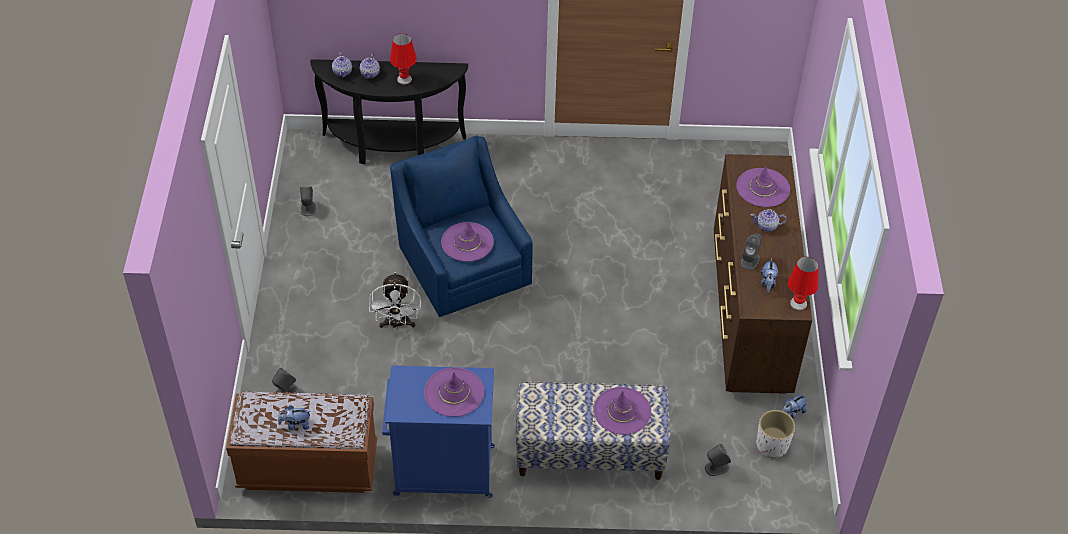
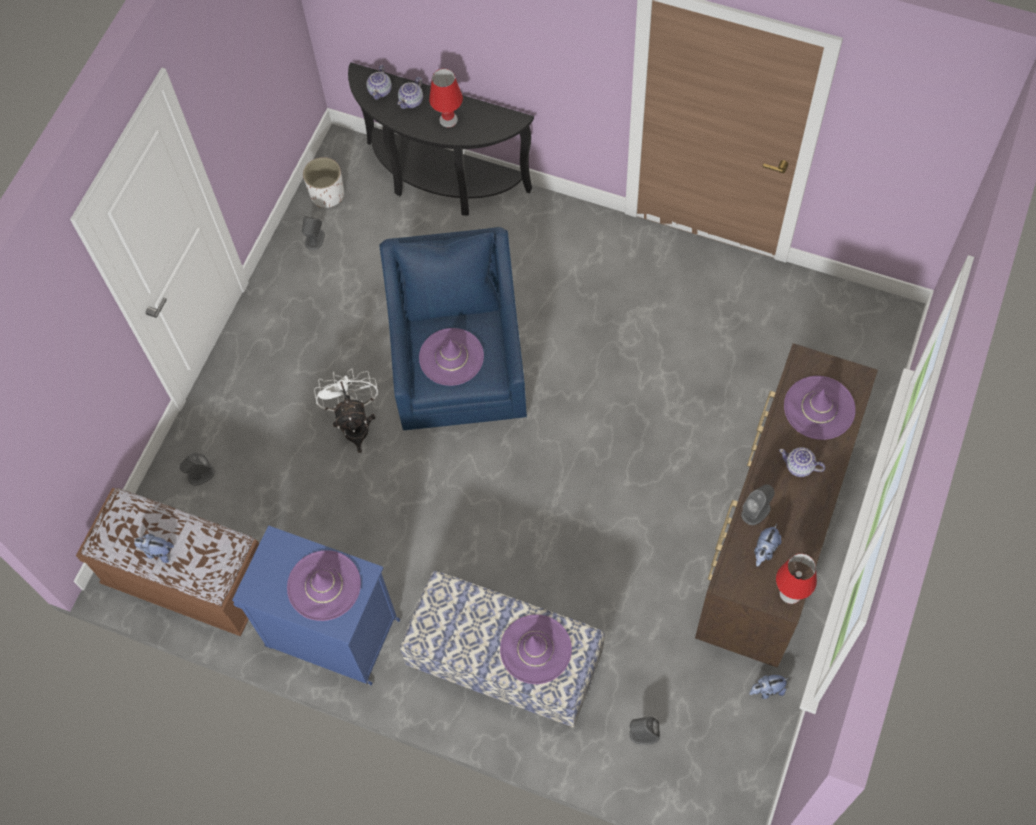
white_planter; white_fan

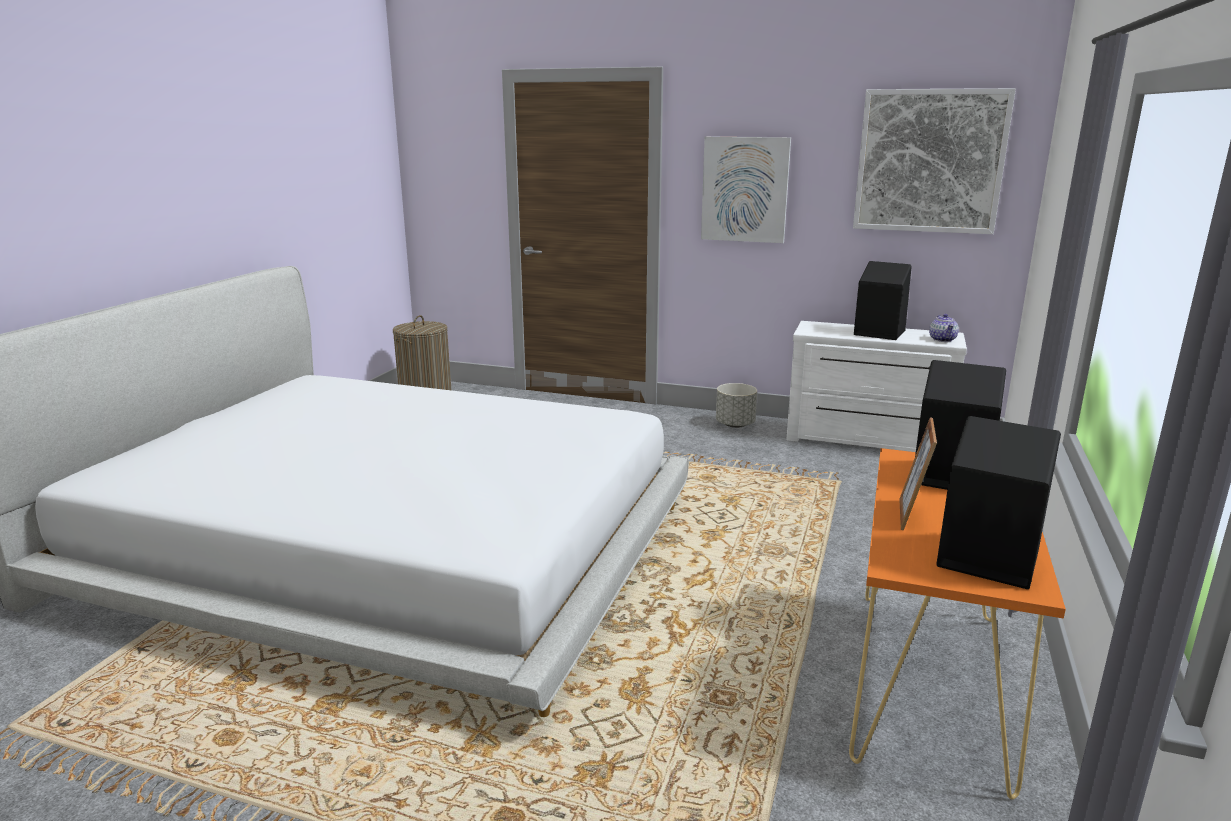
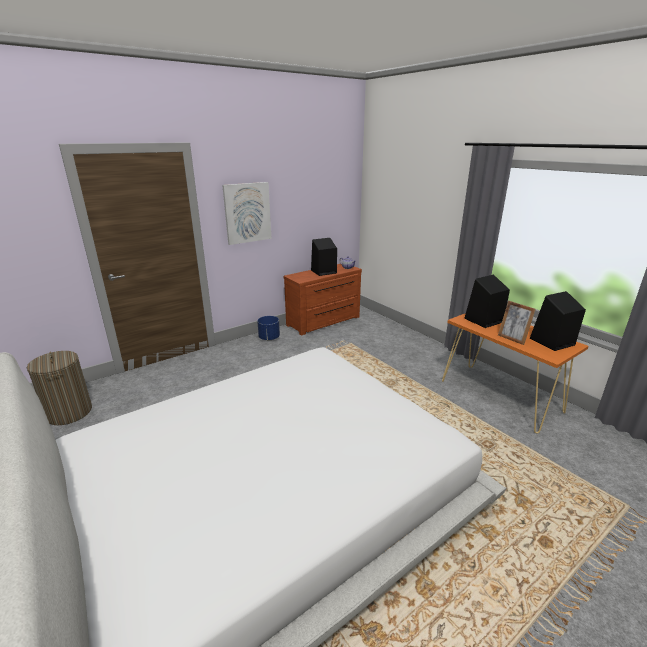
blue_planter; brown_dresser; picture (2nd from left in the first image)

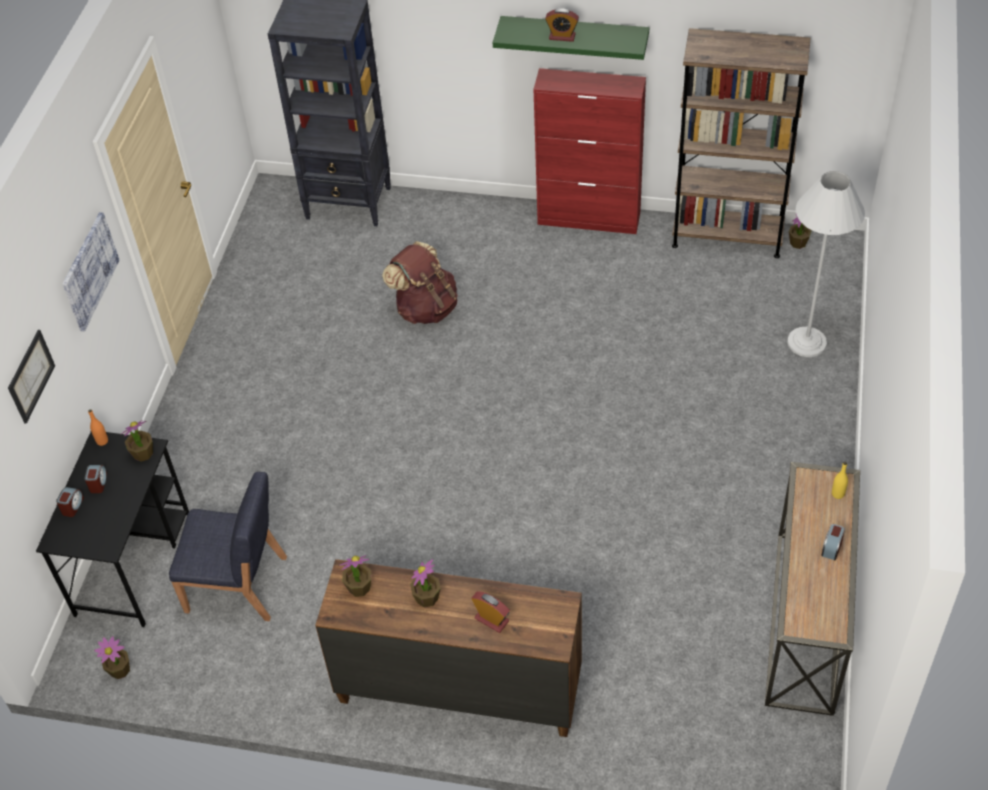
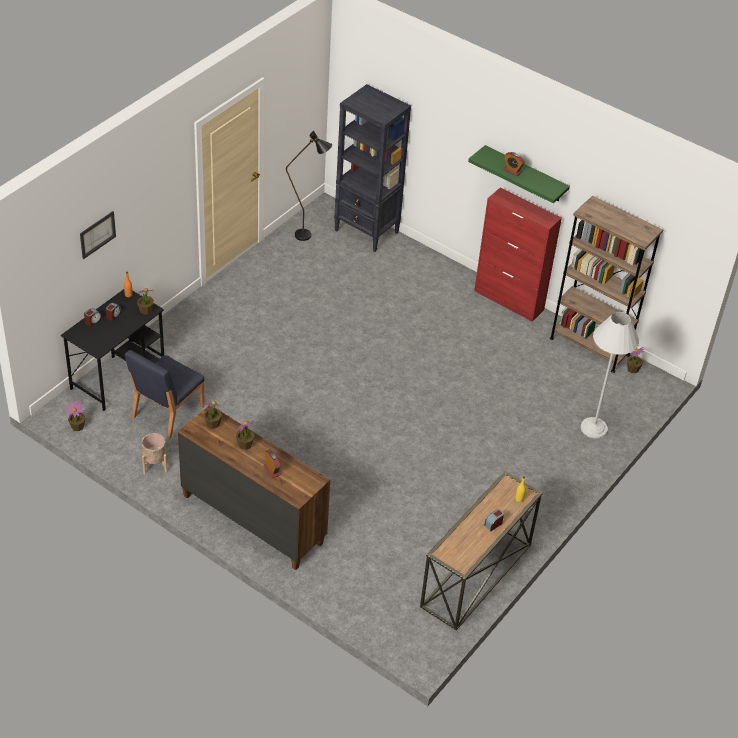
blue_chair; beige_planter; black_floor_lamp; picture (2nd from left in the first image); brown_backpack

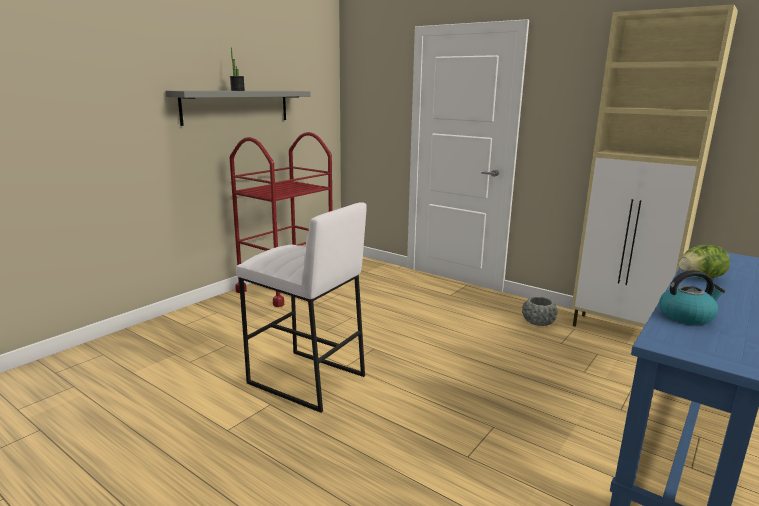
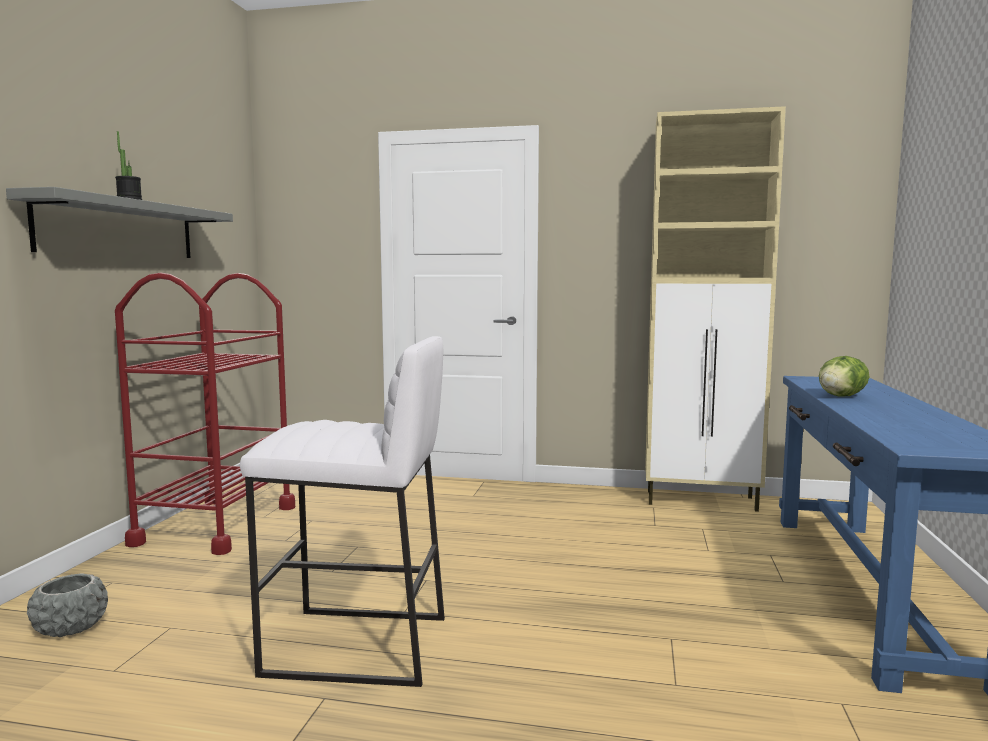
grey_planter; kettle

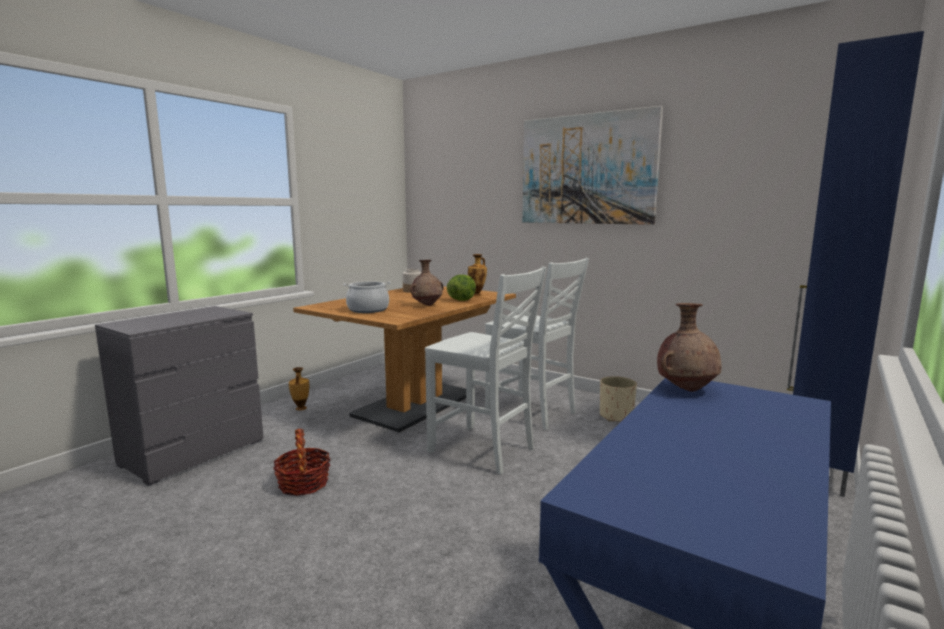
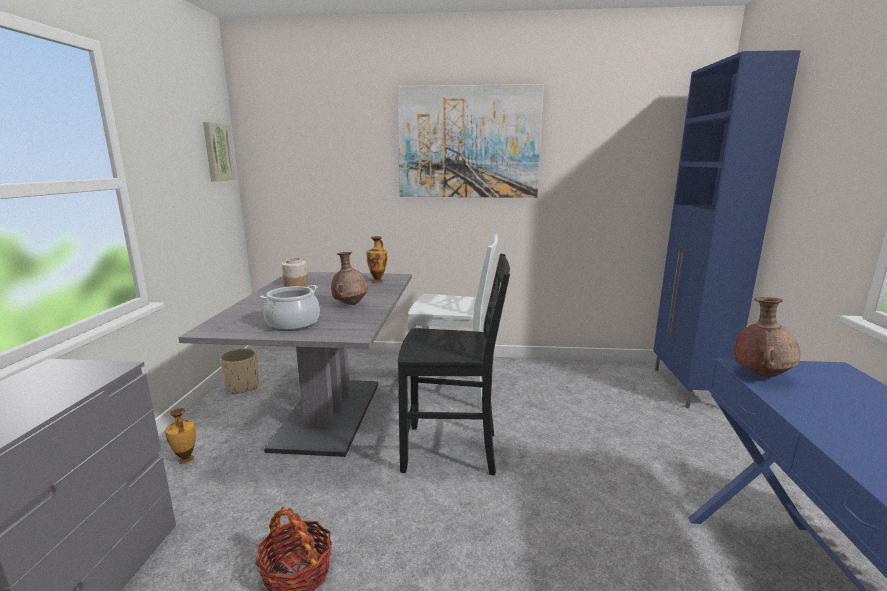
grey_dining_table; picture (1st from left); beige_planter; black_chair; lettuce

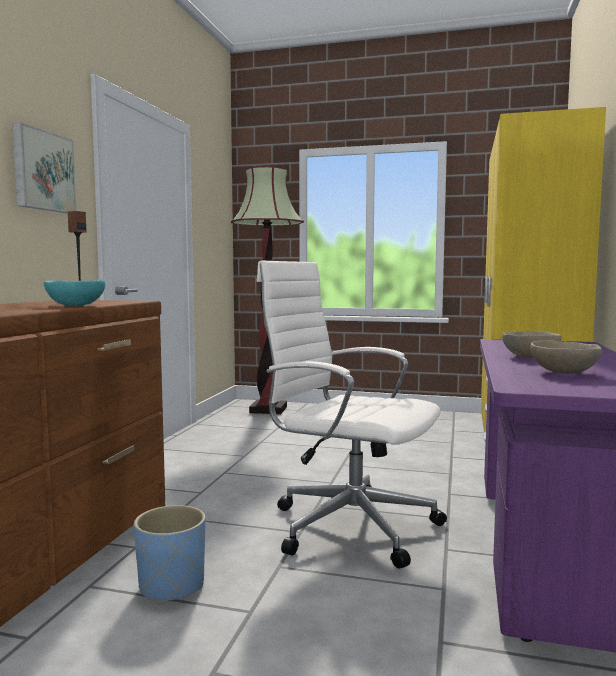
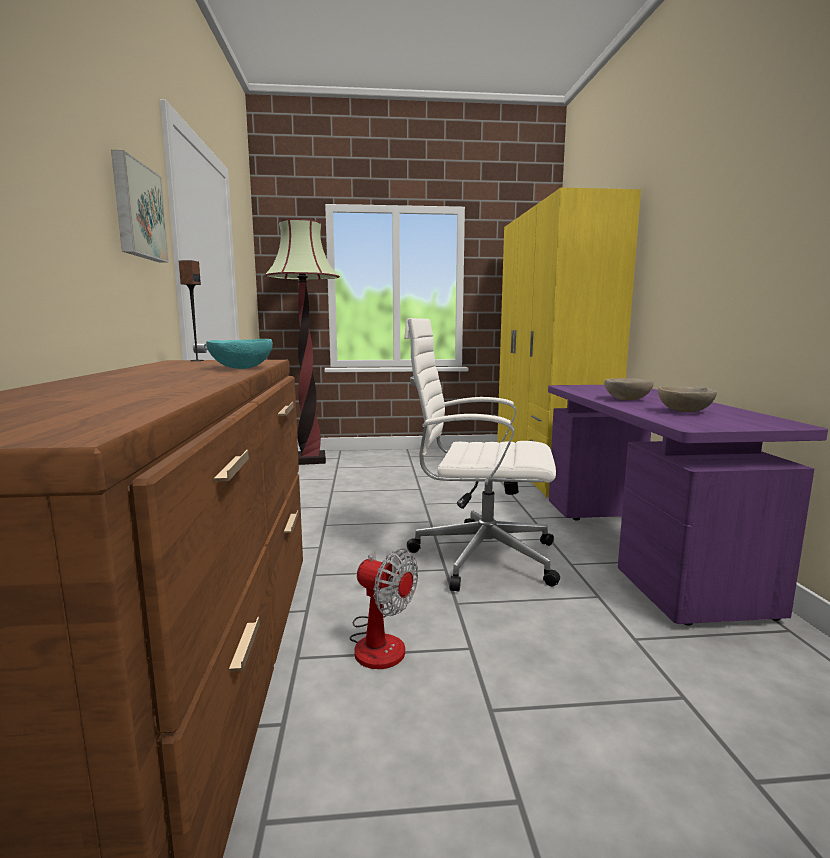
fan

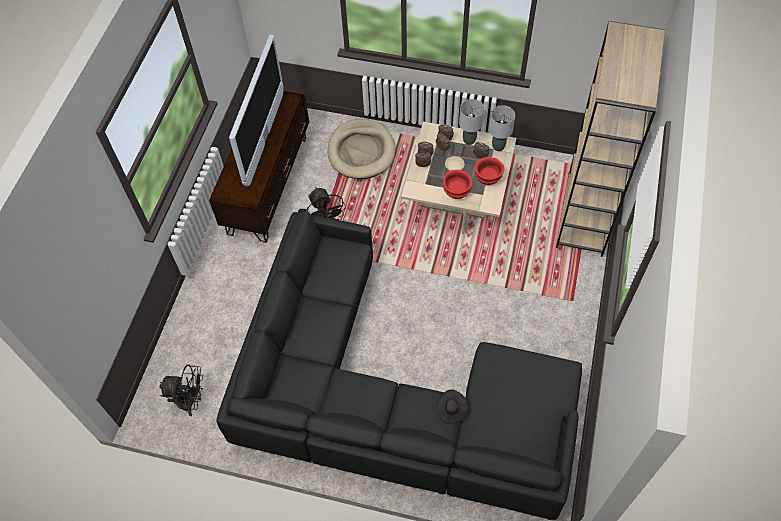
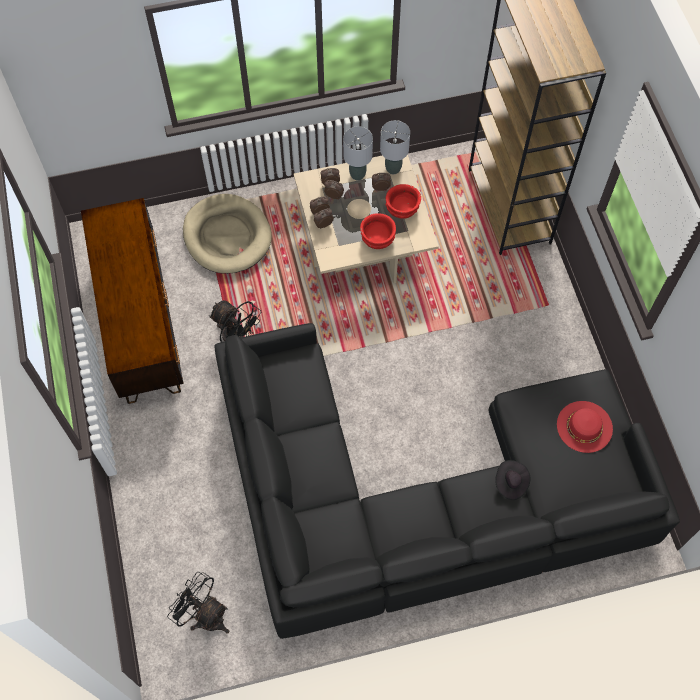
black_fan (1st from left); red_hat; television

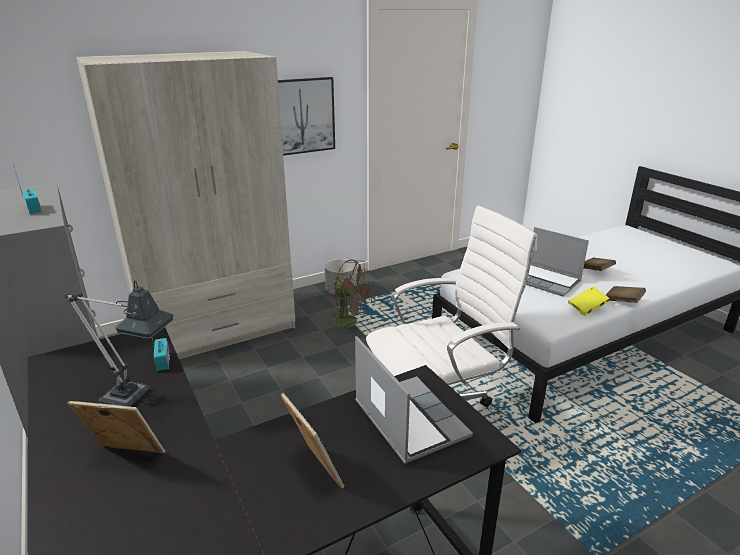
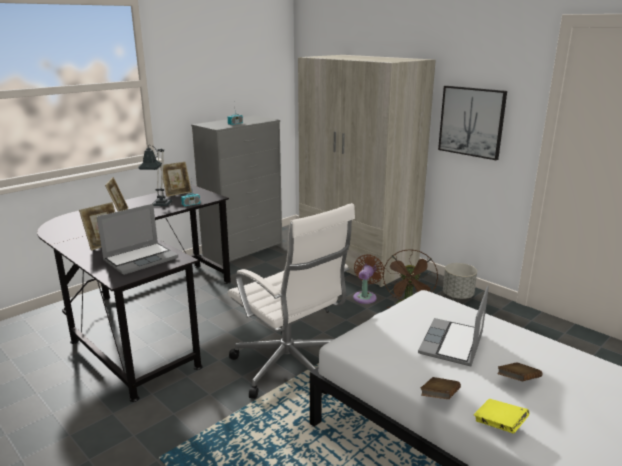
picture_frame (3rd from left); brown_fan (1st from left); yellow_book

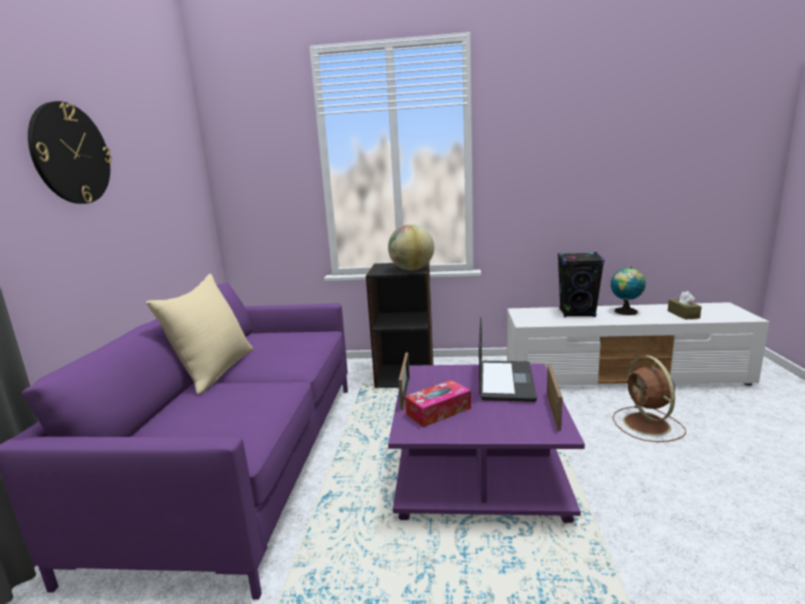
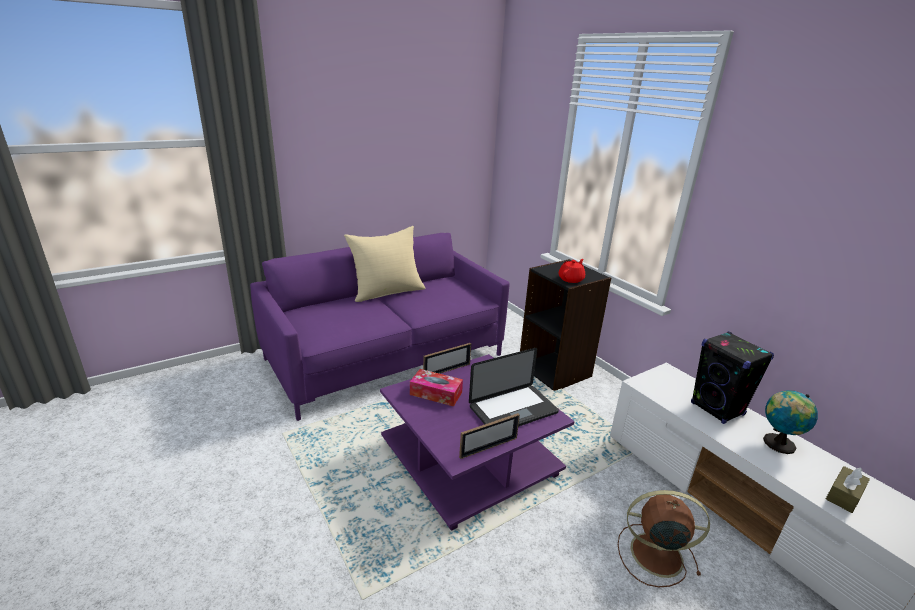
red_teapot; brown_fan; wall_clock

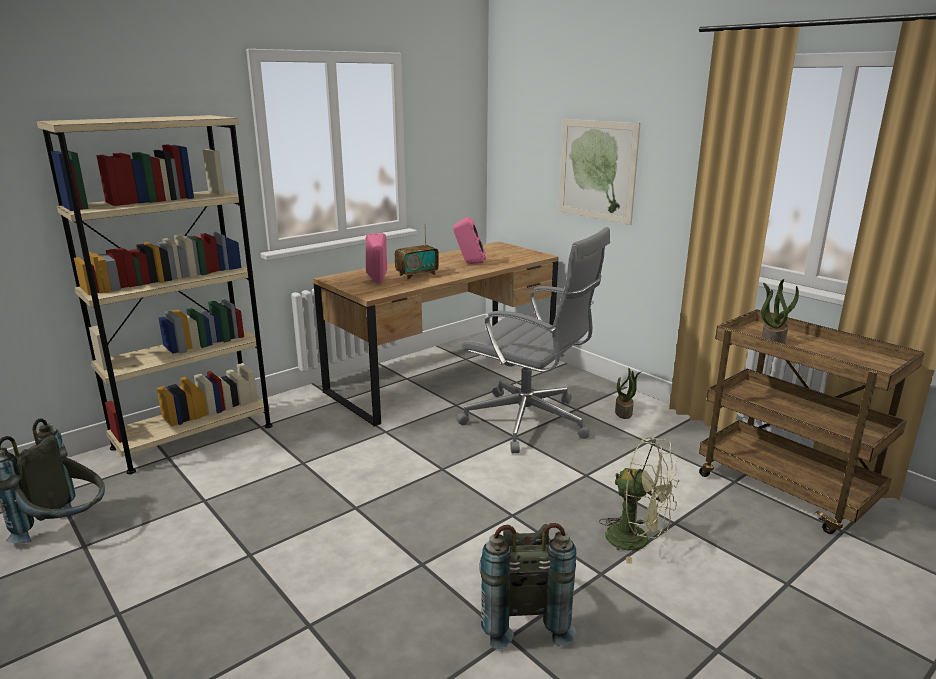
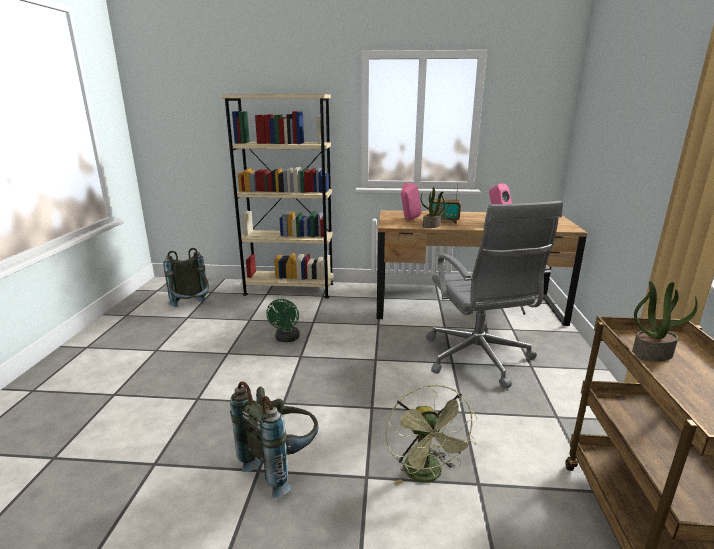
green_fan (1st from left); potted_plant (1st from left); picture

